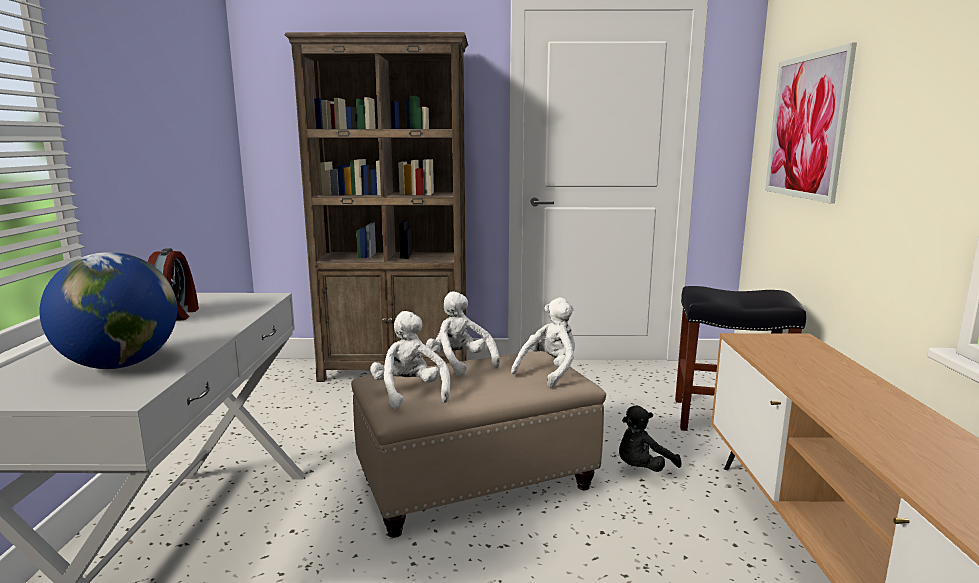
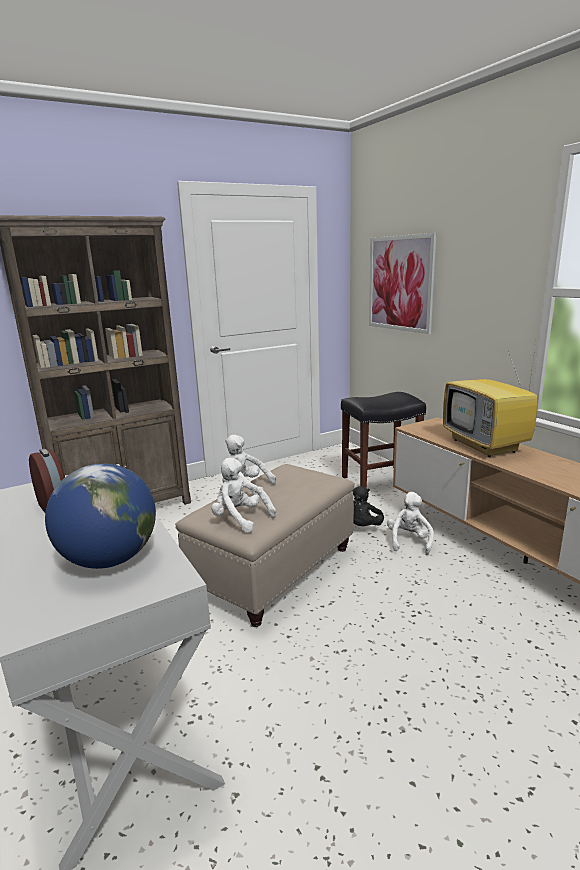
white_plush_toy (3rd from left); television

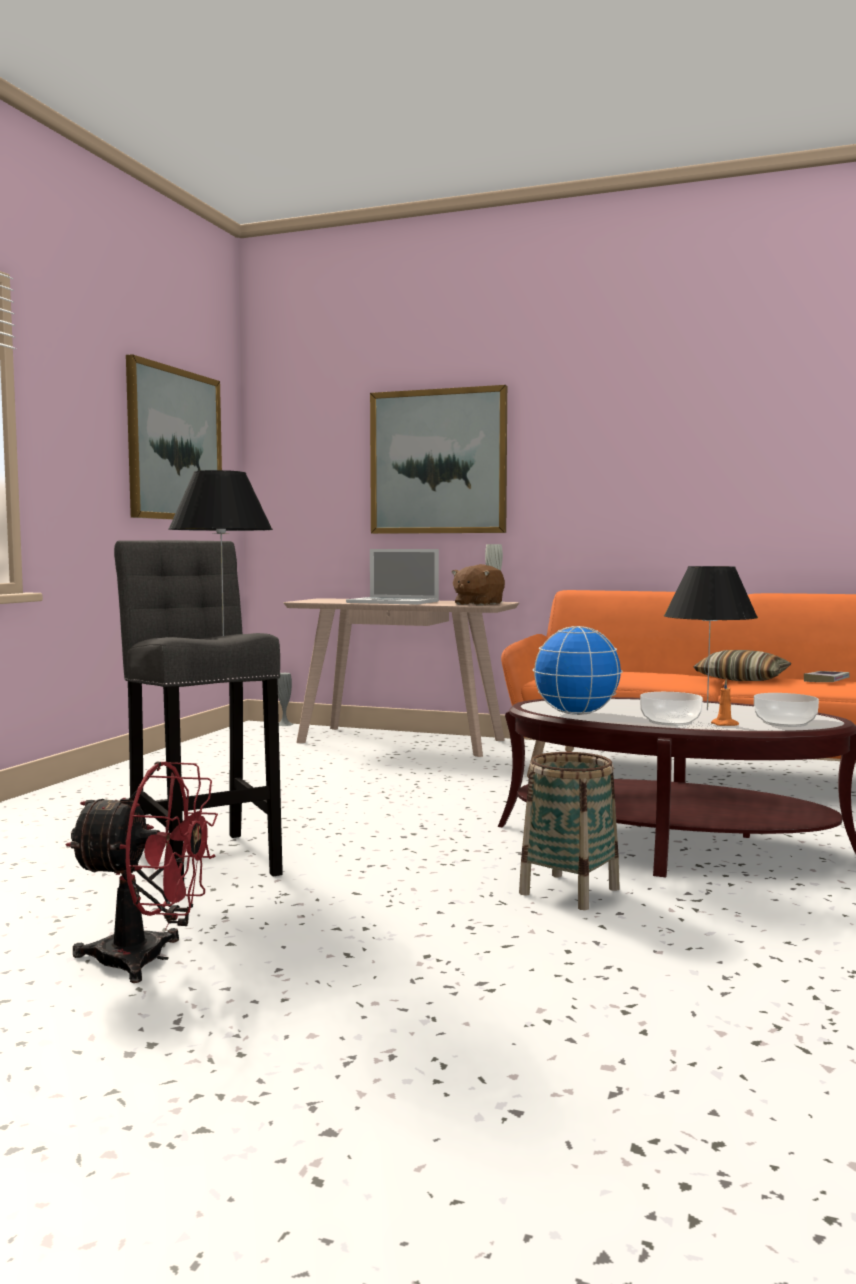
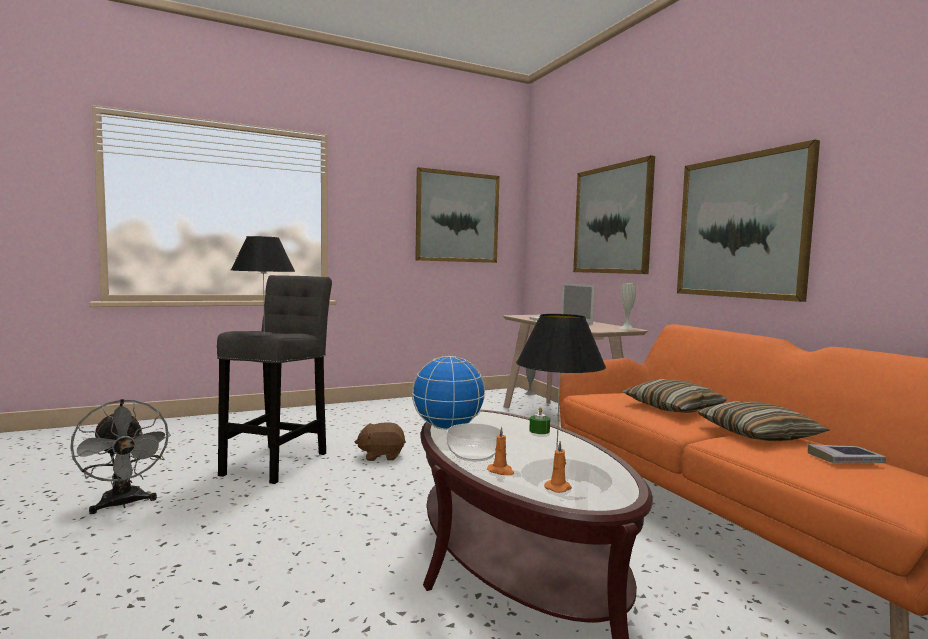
grey_fan; brown_plush_toy; green_candle; orange_candle (2nd from left); pillow (1st from left); picture (3rd from left); basket

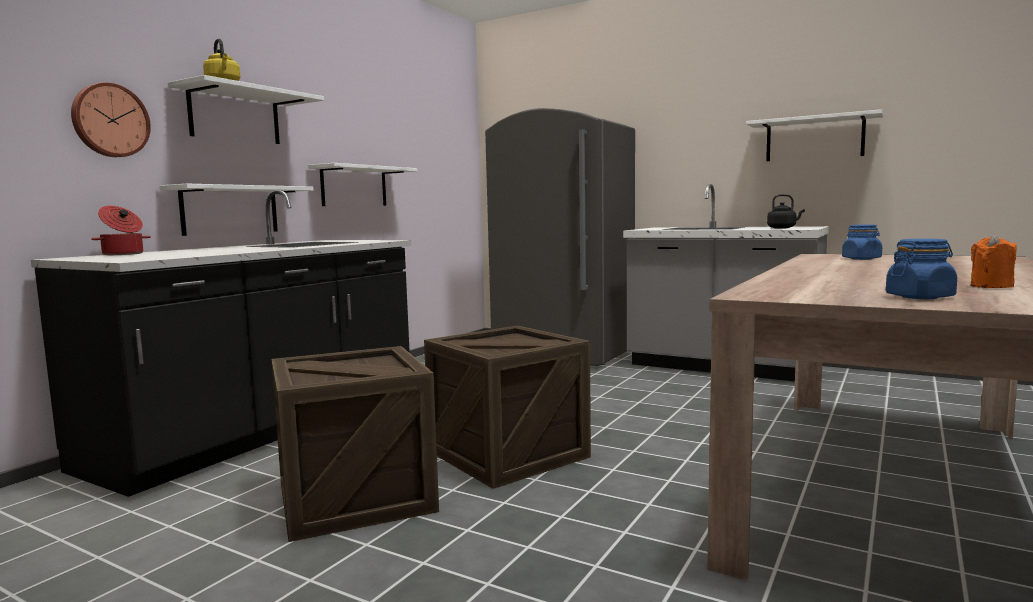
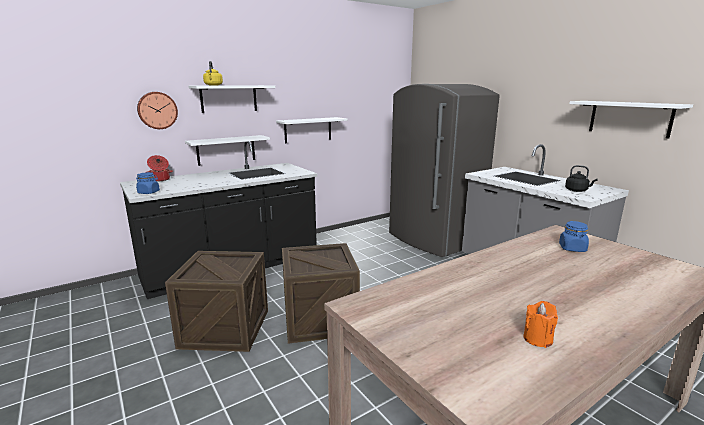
blue_jar (1st from left)

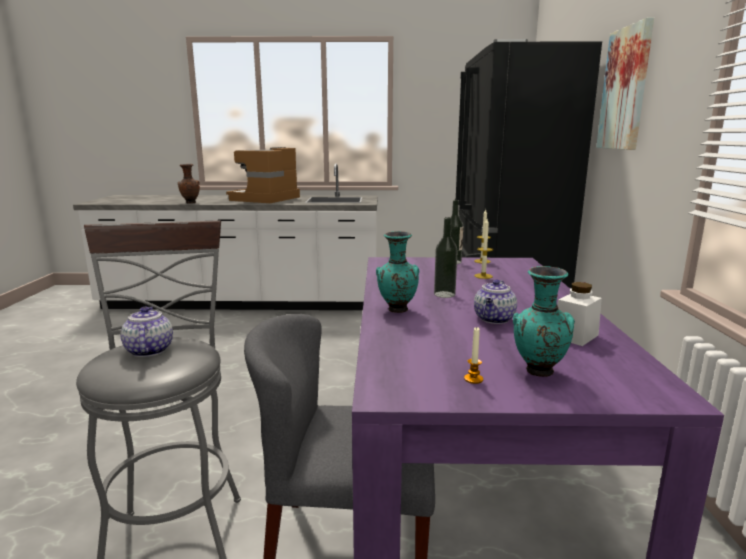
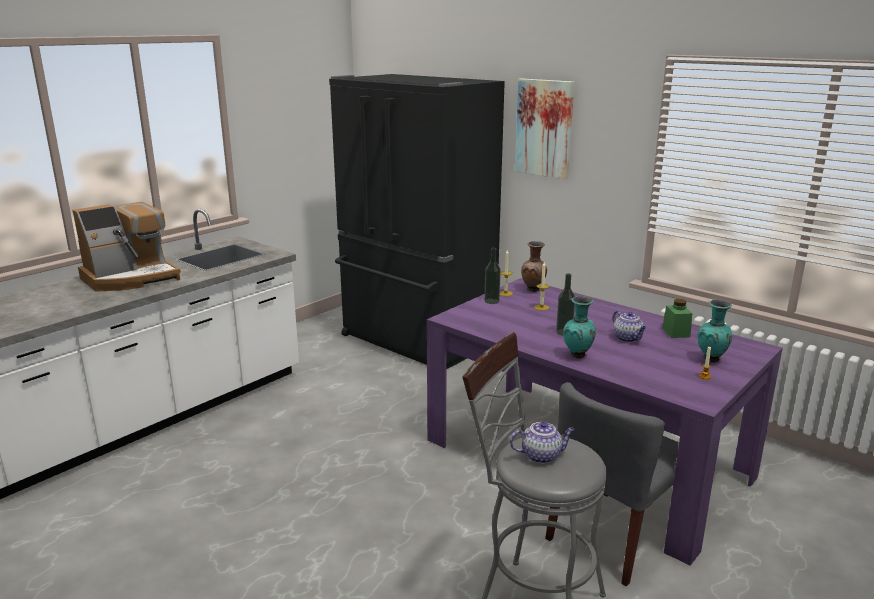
coffee_machine; teapot (1st from left); brown_vase; green_jar

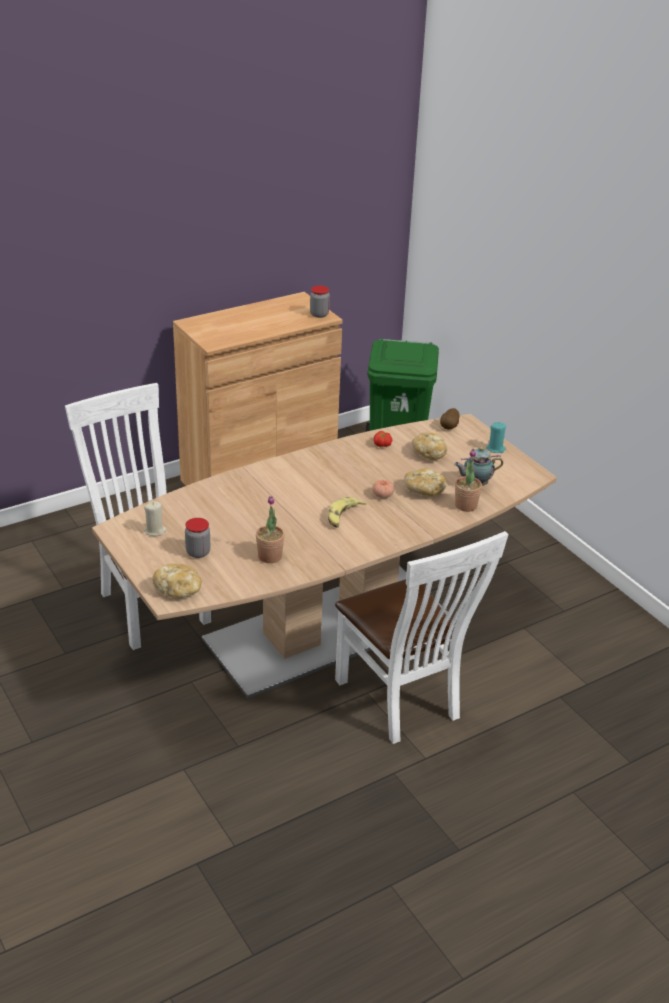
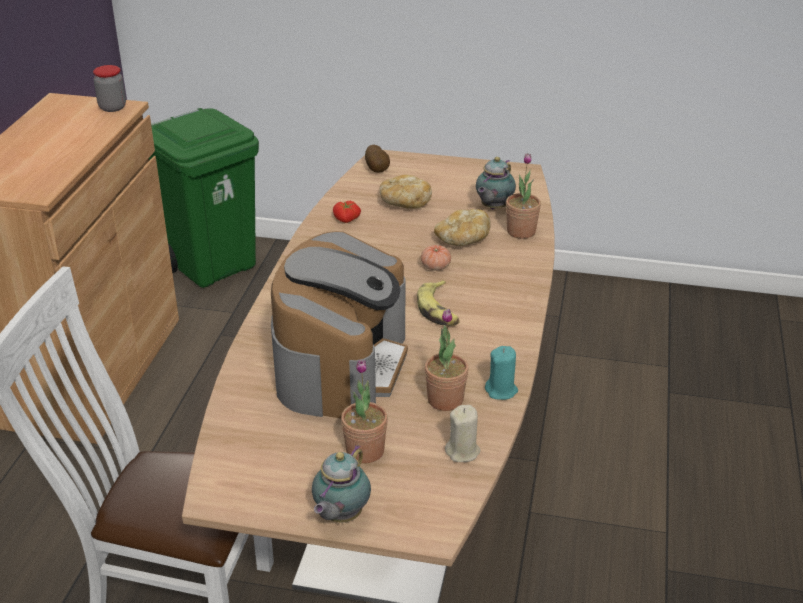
coffee_machine; teapot (1st from left); potted_plant (1st from left); beige_candle; turquoise_candle; bread (1st from left in the first image); white_chair (2nd from left in the first image)

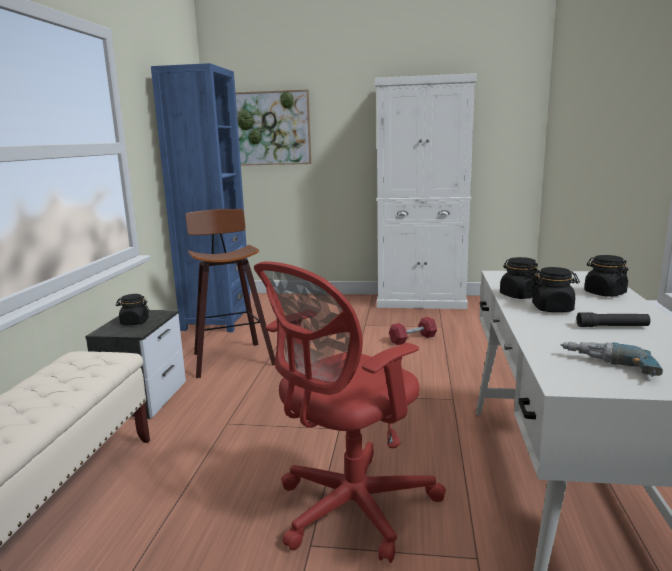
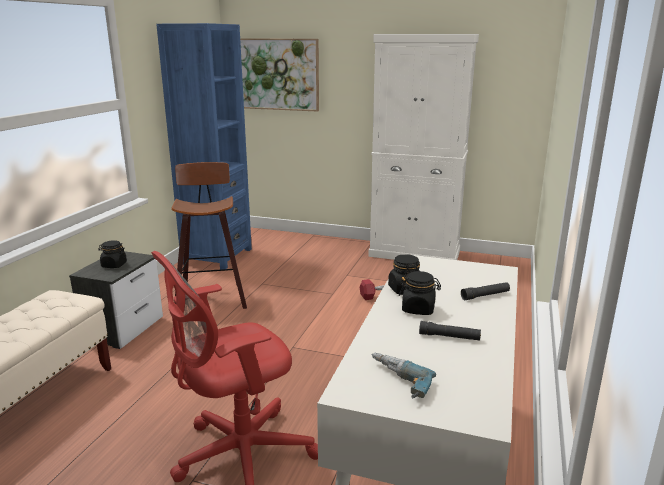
black_flashlight (2nd from left)

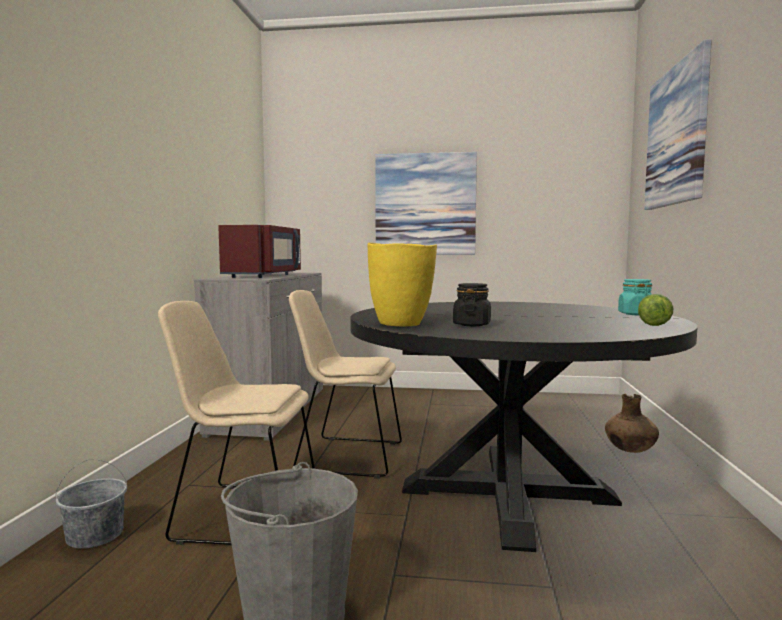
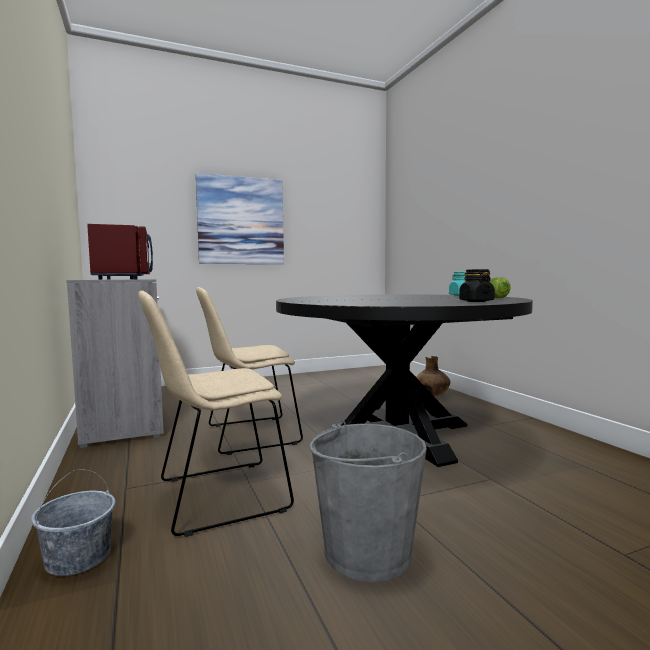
black_jar; yellow_vase; picture (2nd from left in the first image)

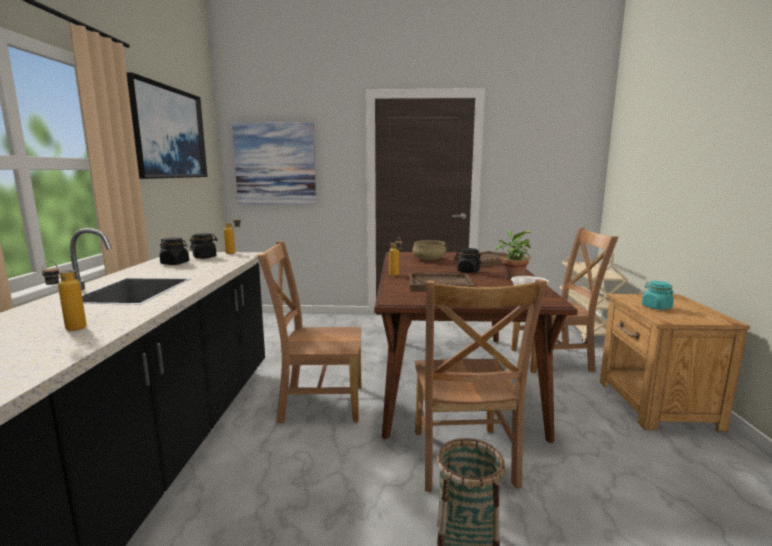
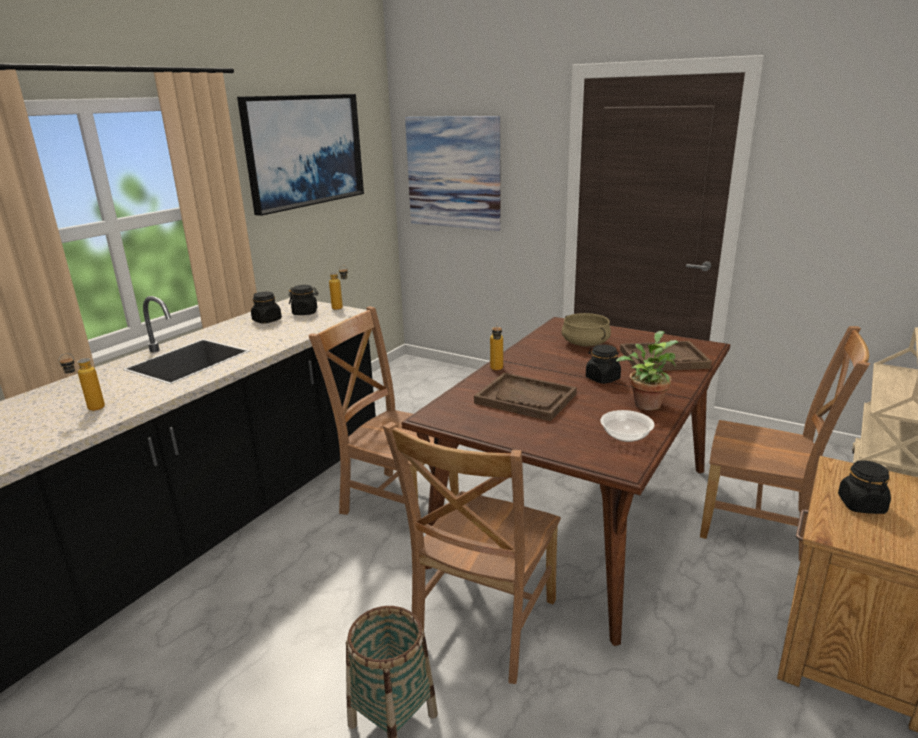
black_jar (4th from left)

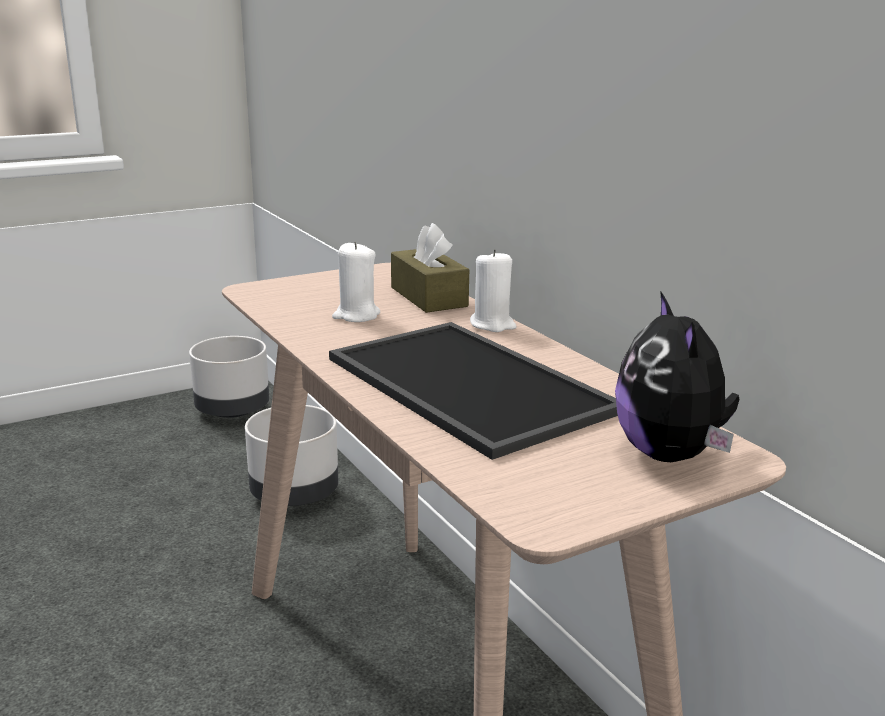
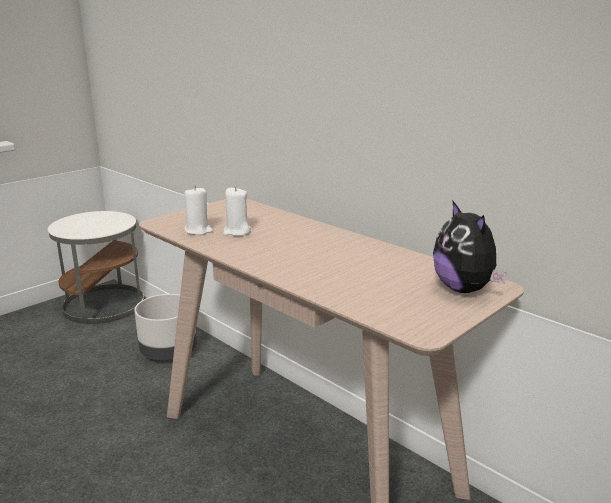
white_side_table; white_candle (1st from left); tray; brown_tissue_box

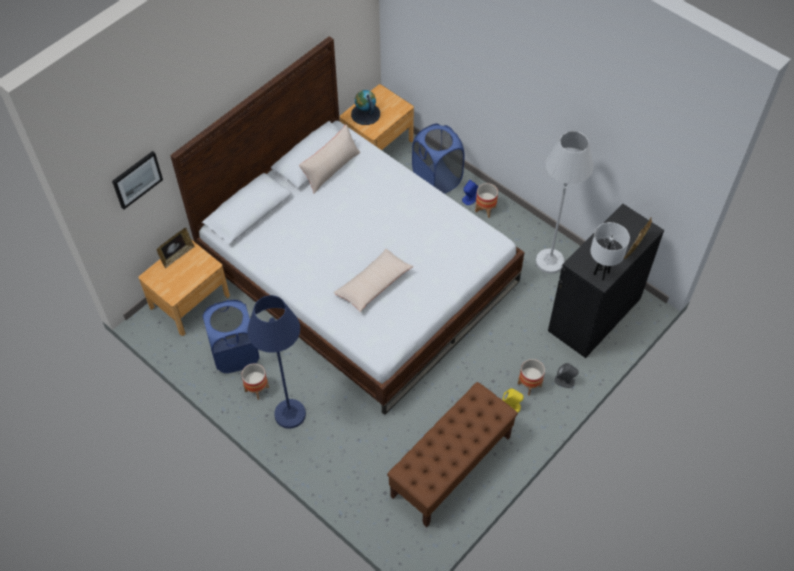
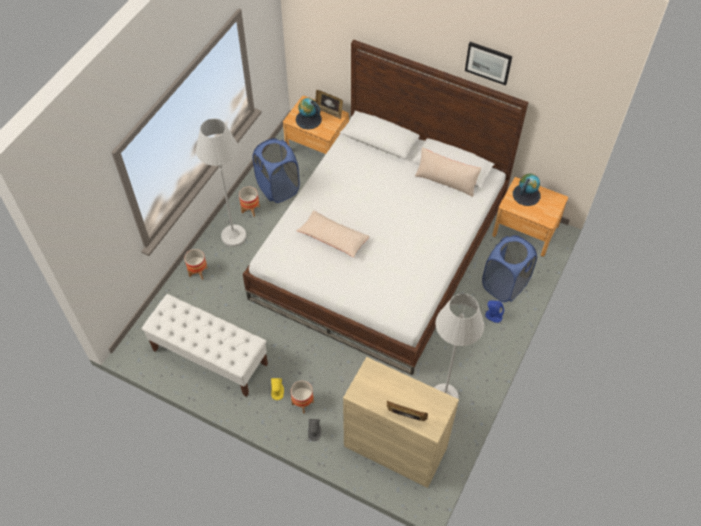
white_bench; planter (1st from left); white_floor_lamp (1st from left); globe (1st from left); beige_cabinet; picture; white_table_lamp

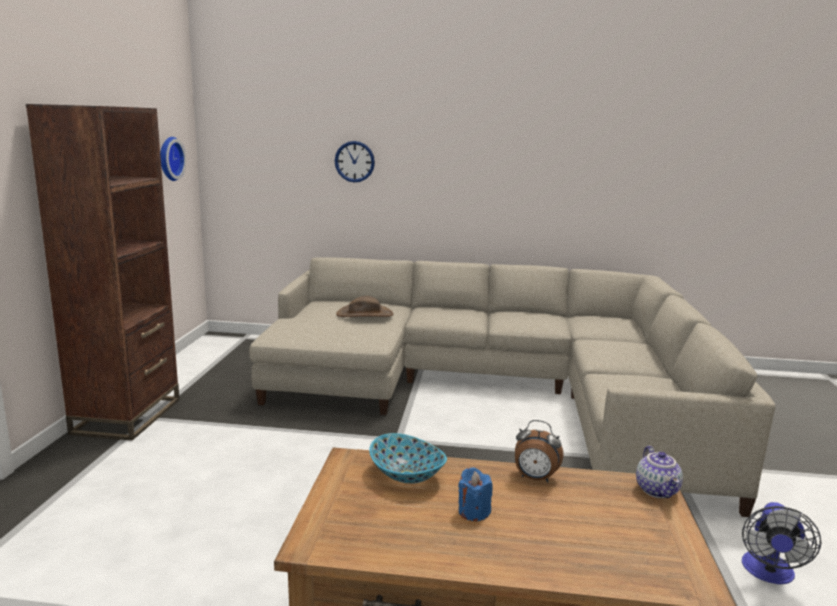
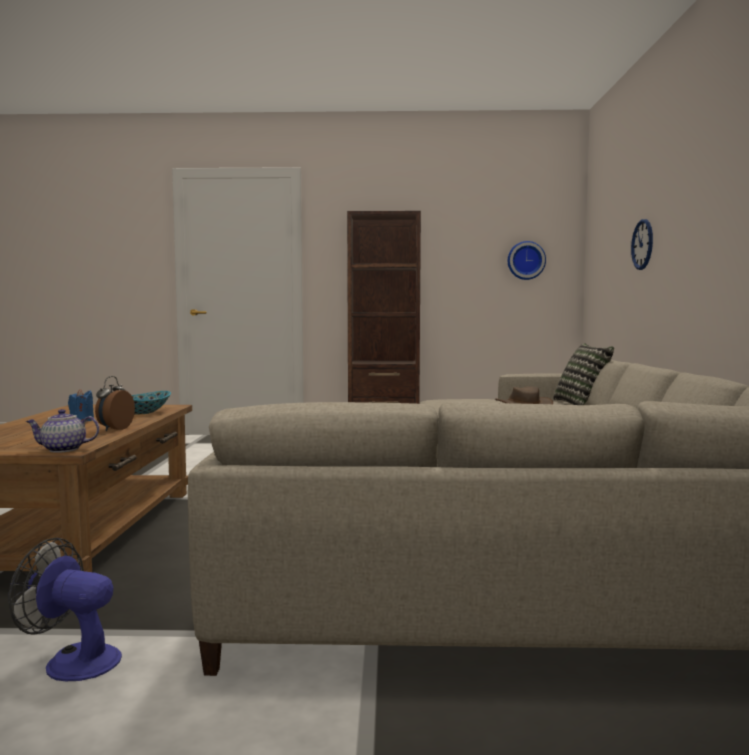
pillow

